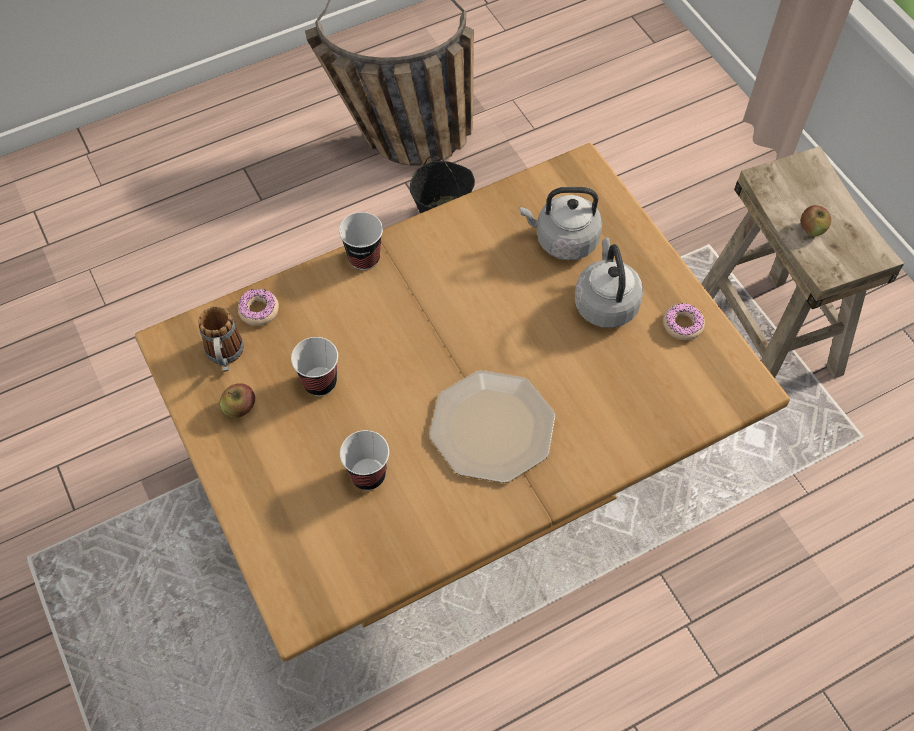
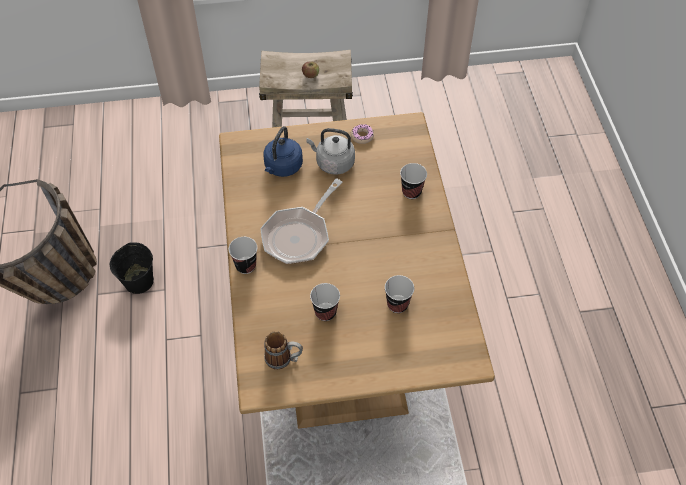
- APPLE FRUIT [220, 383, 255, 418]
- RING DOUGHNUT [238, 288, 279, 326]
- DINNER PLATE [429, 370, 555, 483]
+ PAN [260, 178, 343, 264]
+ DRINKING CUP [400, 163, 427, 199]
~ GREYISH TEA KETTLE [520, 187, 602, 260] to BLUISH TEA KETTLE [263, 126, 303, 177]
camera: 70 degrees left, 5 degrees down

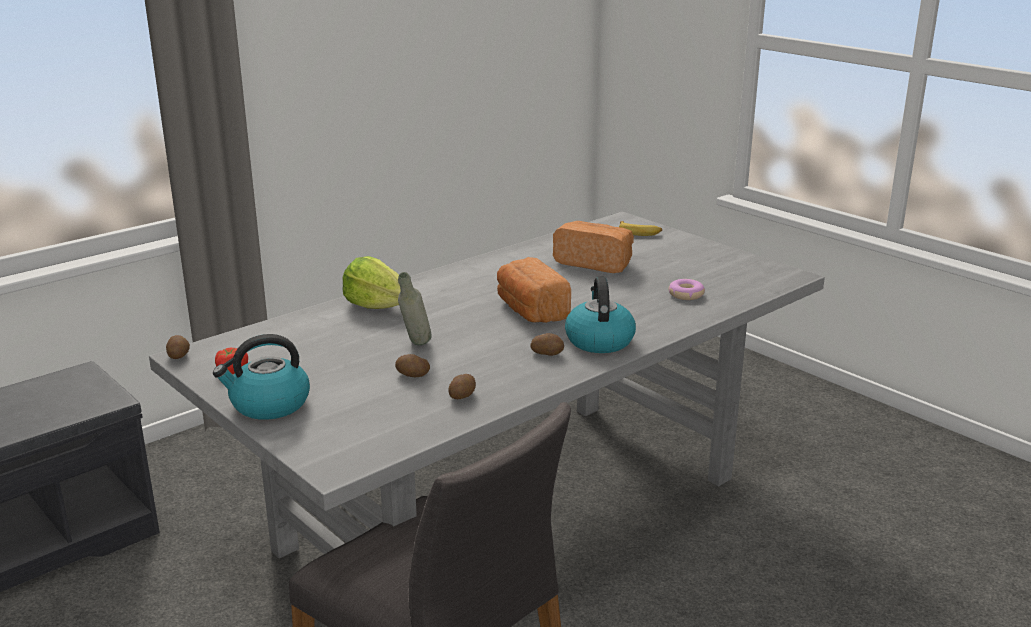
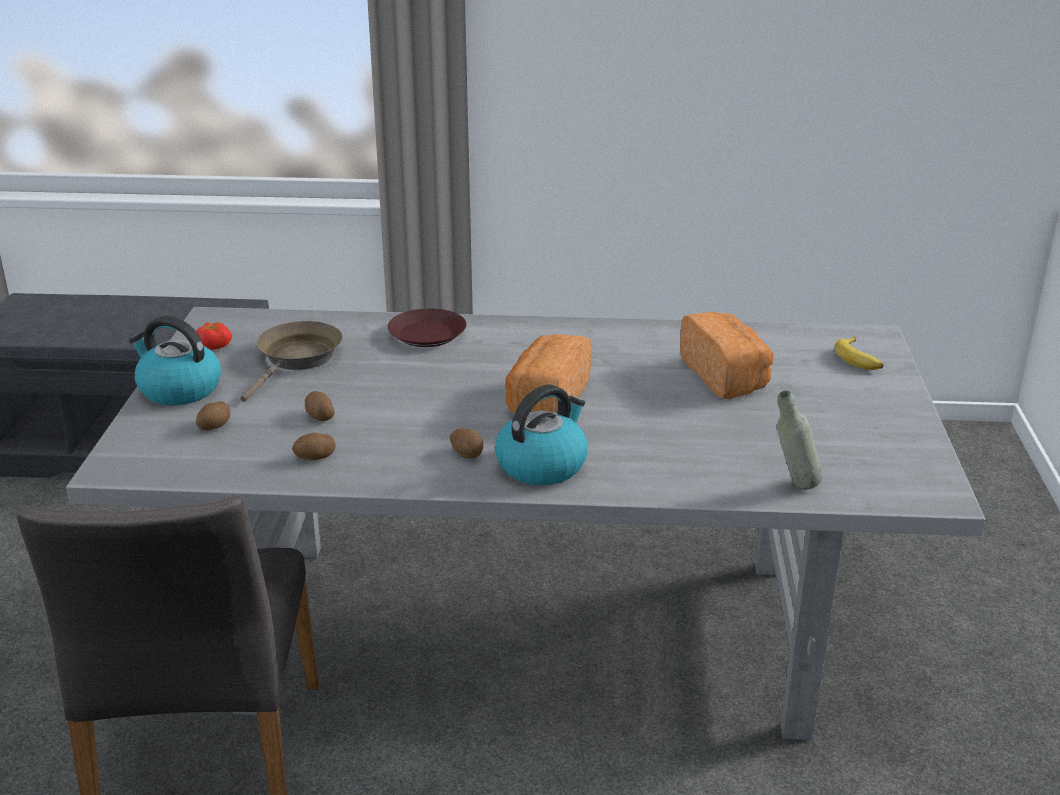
- RING DOUGHNUT [669, 279, 705, 300]
+ BROWN PAN [240, 321, 342, 402]
~ SPUD [166, 335, 190, 359] to [196, 401, 230, 430]
~ GREYISH DRINK BOTTLE [398, 272, 432, 345] to [777, 391, 822, 490]
~ HEAD OF LETTUCE [343, 256, 401, 309] to BROWN DINNER PLATE [388, 308, 466, 347]
camera: 45 degrees right, 5 degrees up

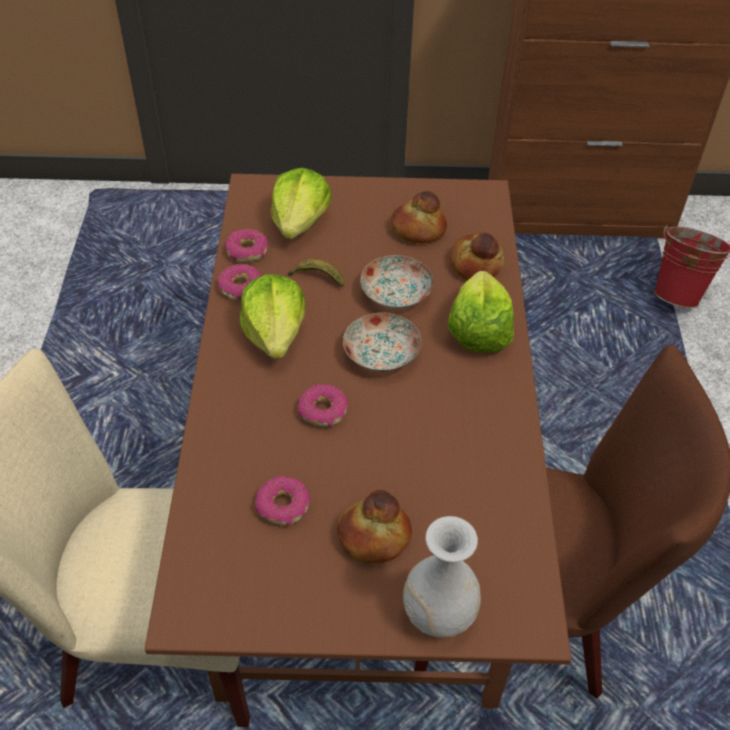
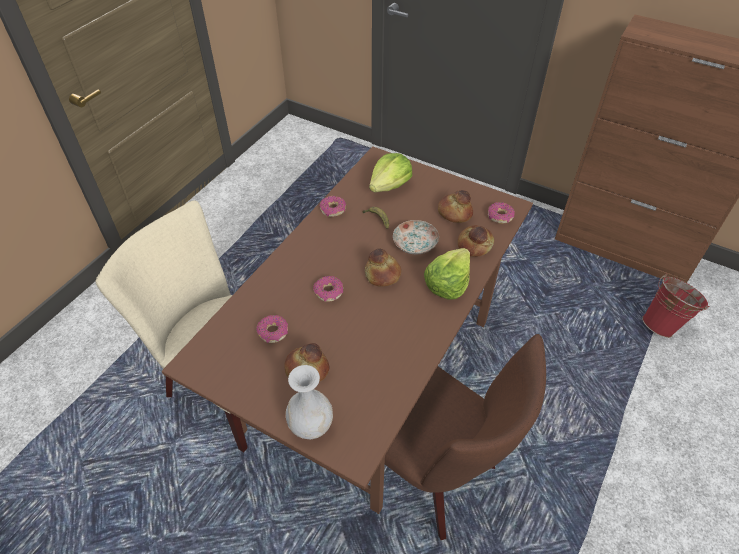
- HEAD OF LETTUCE [240, 274, 306, 359]
~ RING DOUGHNUT [225, 229, 269, 262] to [488, 202, 515, 224]
~ DINNER PLATE [343, 313, 421, 372] to BREAD [365, 249, 402, 287]
camera: 30 degrees right, 0 degrees up

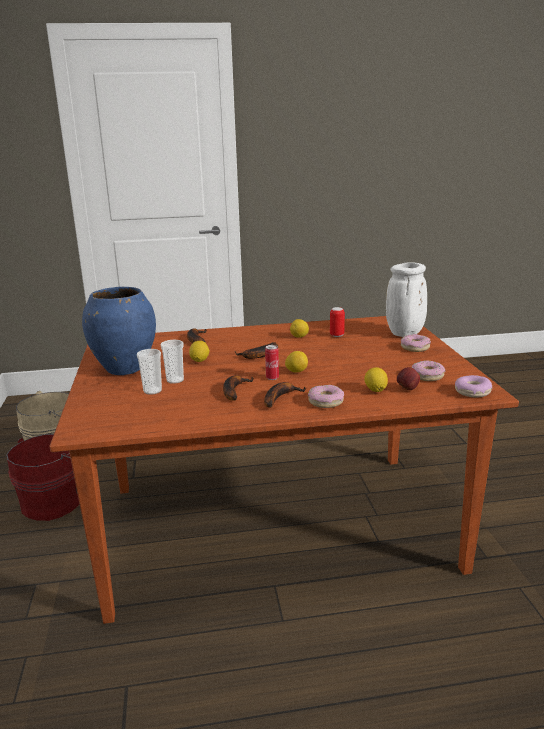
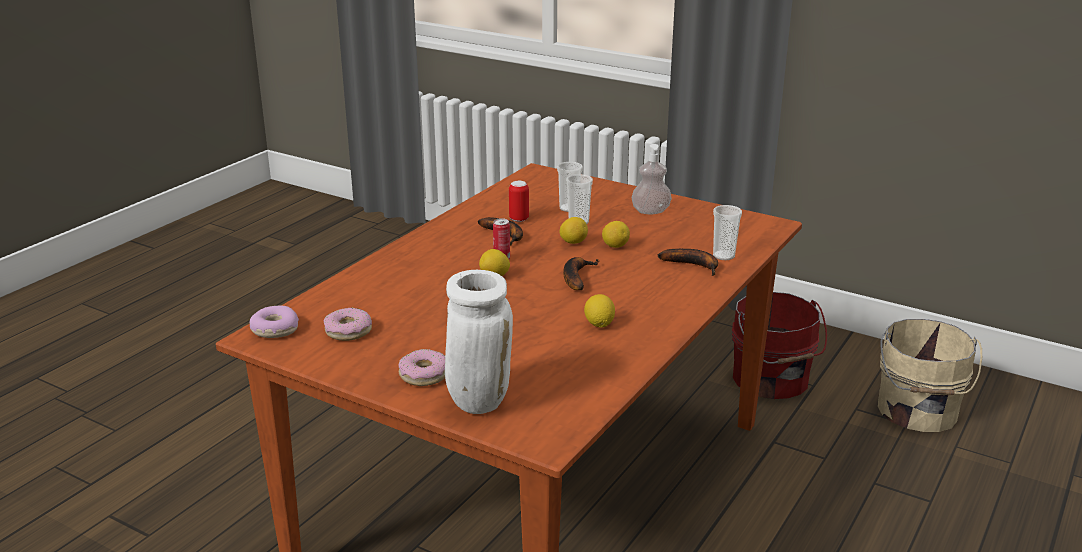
- WHOLE BANANA [264, 382, 306, 408]
- RING DOUGHNUT [308, 385, 344, 408]
- APPLE FRUIT [397, 367, 420, 390]
+ DRINKING CUP [713, 205, 742, 260]
~ SEALED CAN [330, 307, 345, 337] to [509, 181, 529, 222]
~ CITRUS FRUIT [364, 367, 388, 392] to [560, 217, 588, 244]
~ BLUISH DECORATIVE VASE [82, 287, 156, 375] to SOAP DISPENSER [632, 144, 672, 214]
camera: 130 degrees right, 5 degrees up

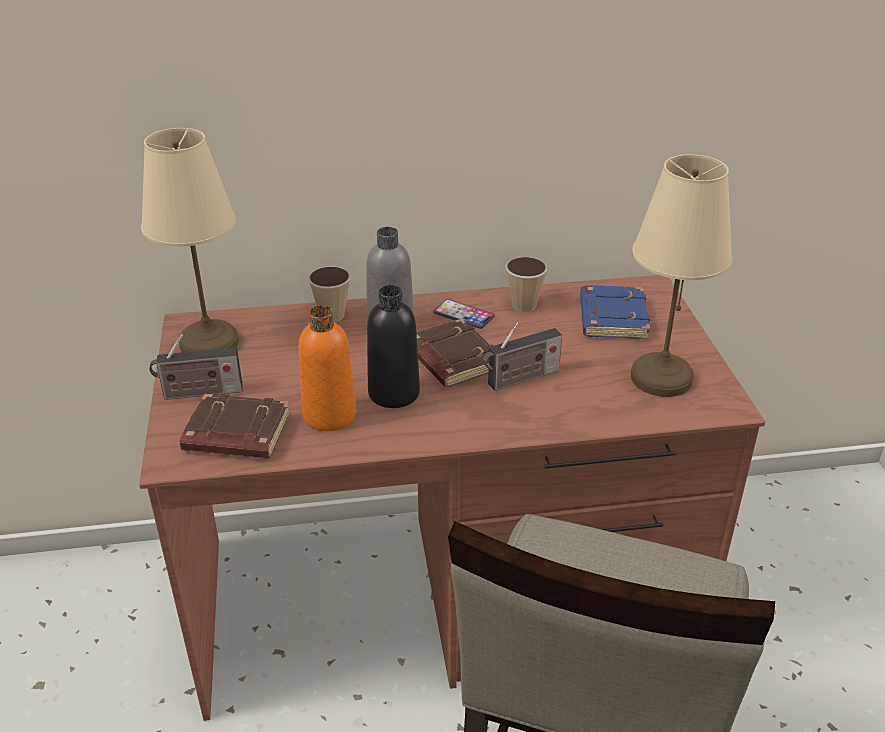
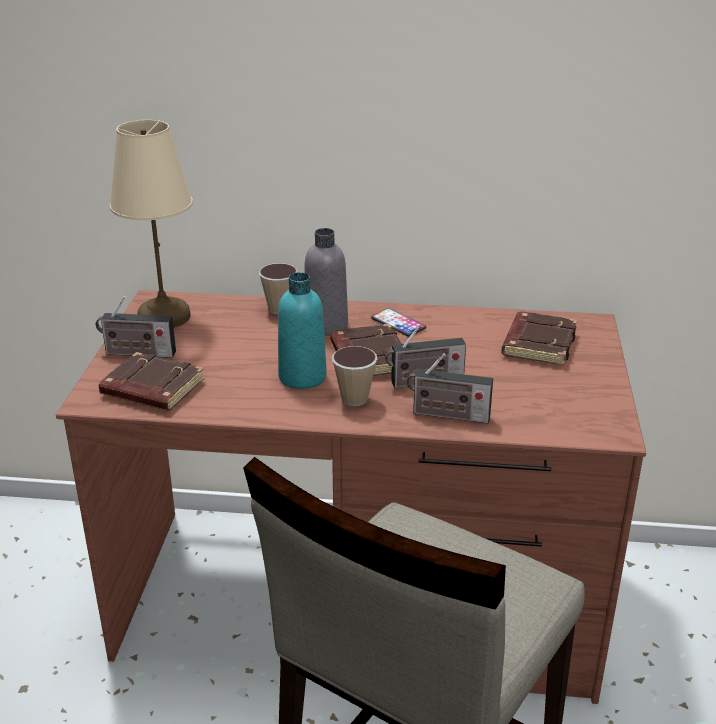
- ORANGE DRINK BOTTLE [298, 305, 356, 431]
- BEIGE TABLETOP LAMP [631, 154, 733, 397]
+ RADIO RECEIVER [407, 353, 493, 423]
~ DRINKING CUP [506, 257, 547, 312] to [332, 346, 377, 406]
~ BLACKISH DRINK BOTTLE [367, 285, 420, 408] to TURQUOISE DRINK BOTTLE [278, 272, 327, 389]
~ BLUISH BOOK [580, 285, 650, 339] to BROWN BOOK [501, 312, 577, 366]
camera: 15 degrees right, 5 degrees down

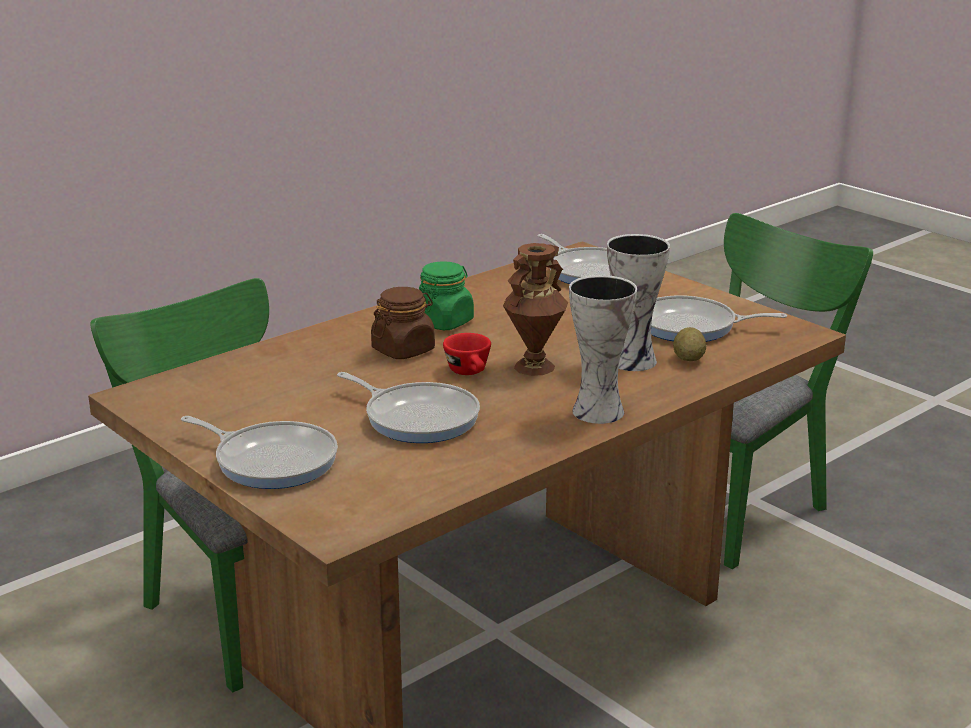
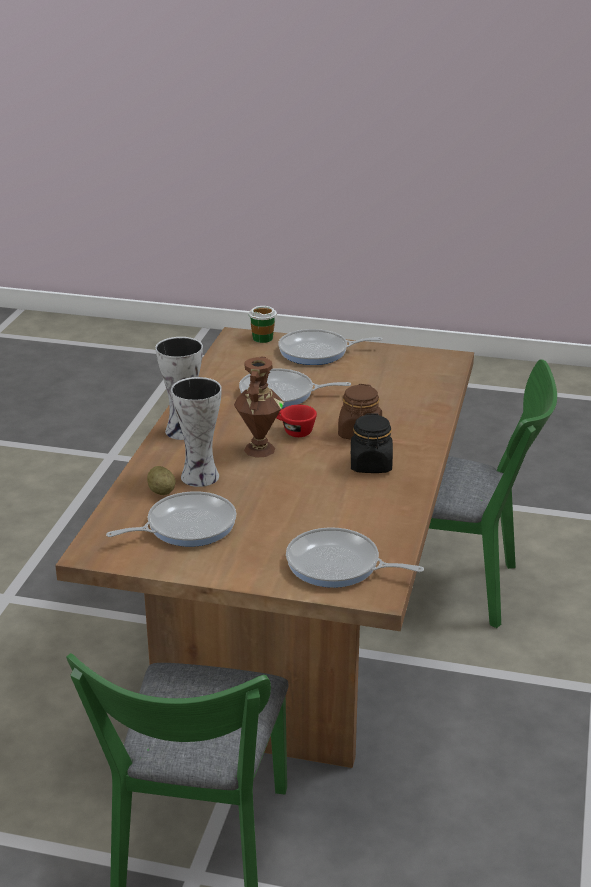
+ DRINKING CUP [249, 306, 277, 343]
~ GREENISH STORAGE JAR [419, 261, 474, 330] to BLACKISH STORAGE JAR [351, 413, 393, 473]
camera: 145 degrees right, 5 degrees up

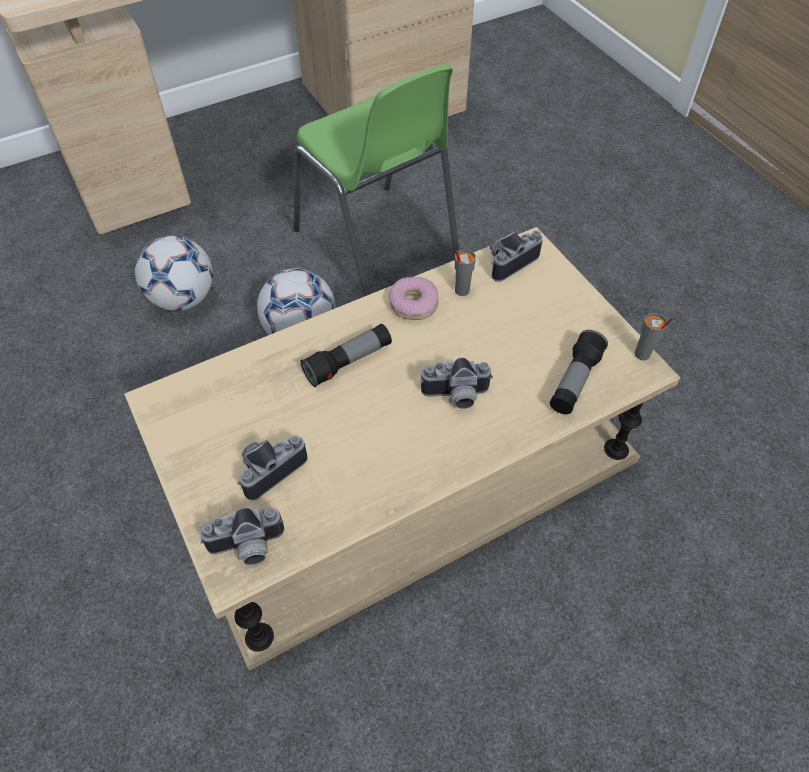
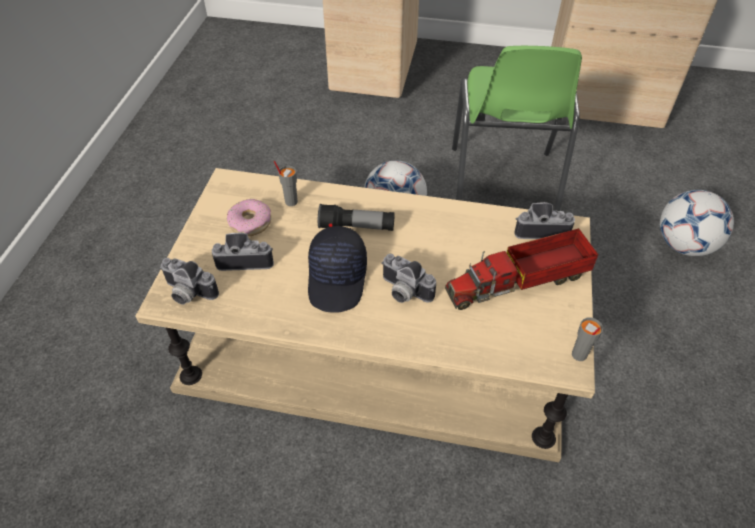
- FLASHLIGHT [550, 330, 608, 414]
+ BLACKISH CAP [308, 226, 367, 313]
+ TOY LORRY [445, 228, 598, 310]
~ FOOTBALL [135, 235, 213, 311] to [660, 190, 734, 256]
~ RING DOUGHNUT [389, 277, 438, 320] to [227, 199, 271, 236]
~ GREYISH DRINKING CUP [455, 249, 476, 296] to [274, 161, 298, 206]
camera: 40 degrees right, 5 degrees down

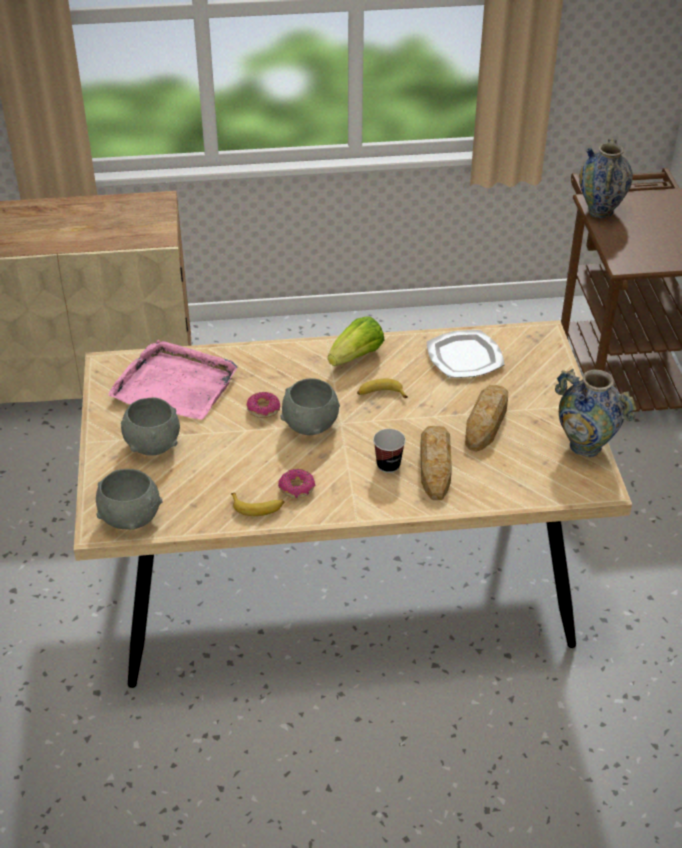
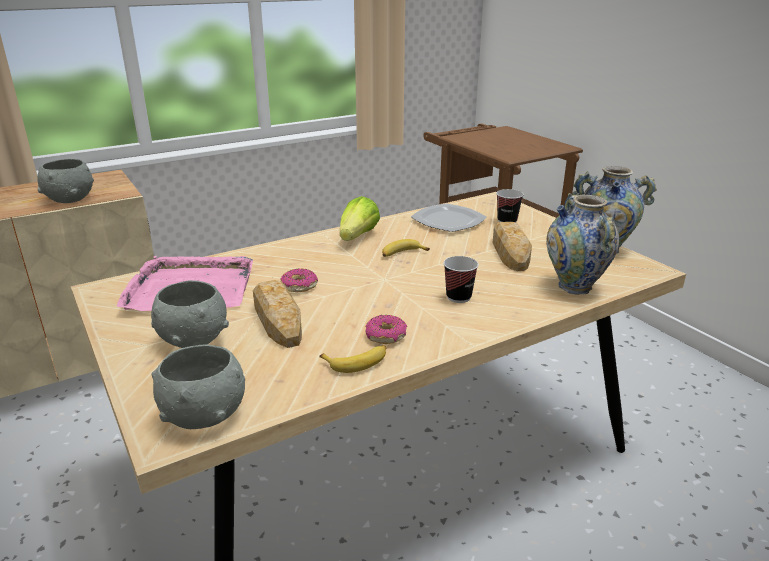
+ DRINKING CUP [496, 189, 524, 223]
~ GREYISH BOWL [280, 378, 340, 435] to [37, 159, 94, 203]
~ BREAD [420, 426, 452, 500] to [253, 280, 302, 348]
~ DECORATIVE VASE [579, 138, 633, 218] to [547, 193, 619, 295]
camera: 25 degrees left, 15 degrees down

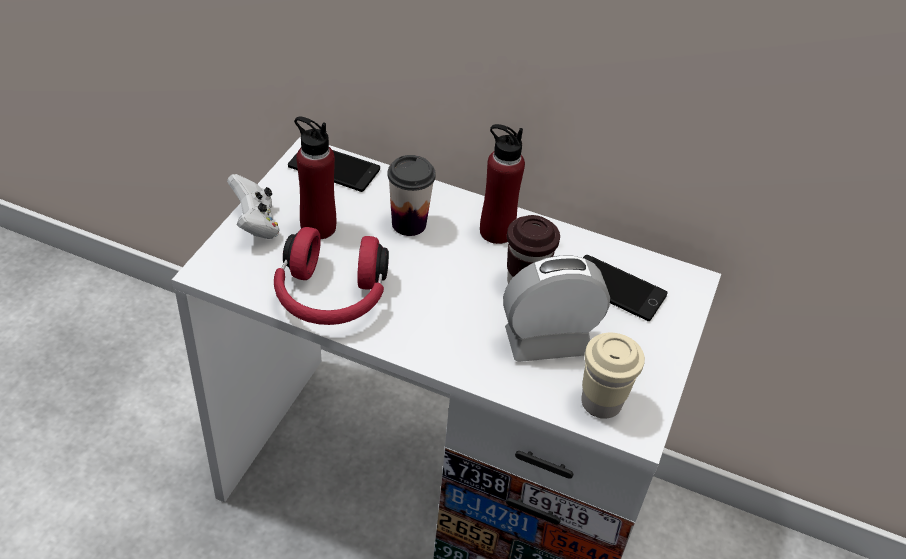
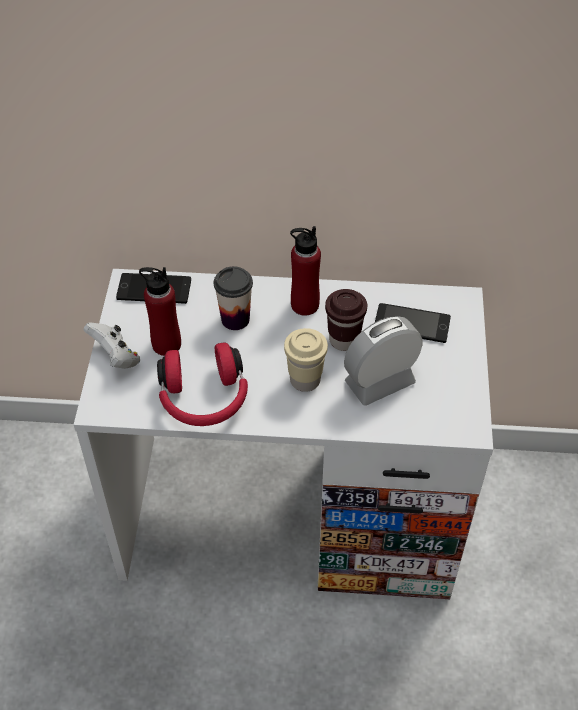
~ BEIGE DRINKING CUP [581, 333, 645, 419] to [284, 328, 328, 392]
camera: 15 degrees left, 5 degrees up

